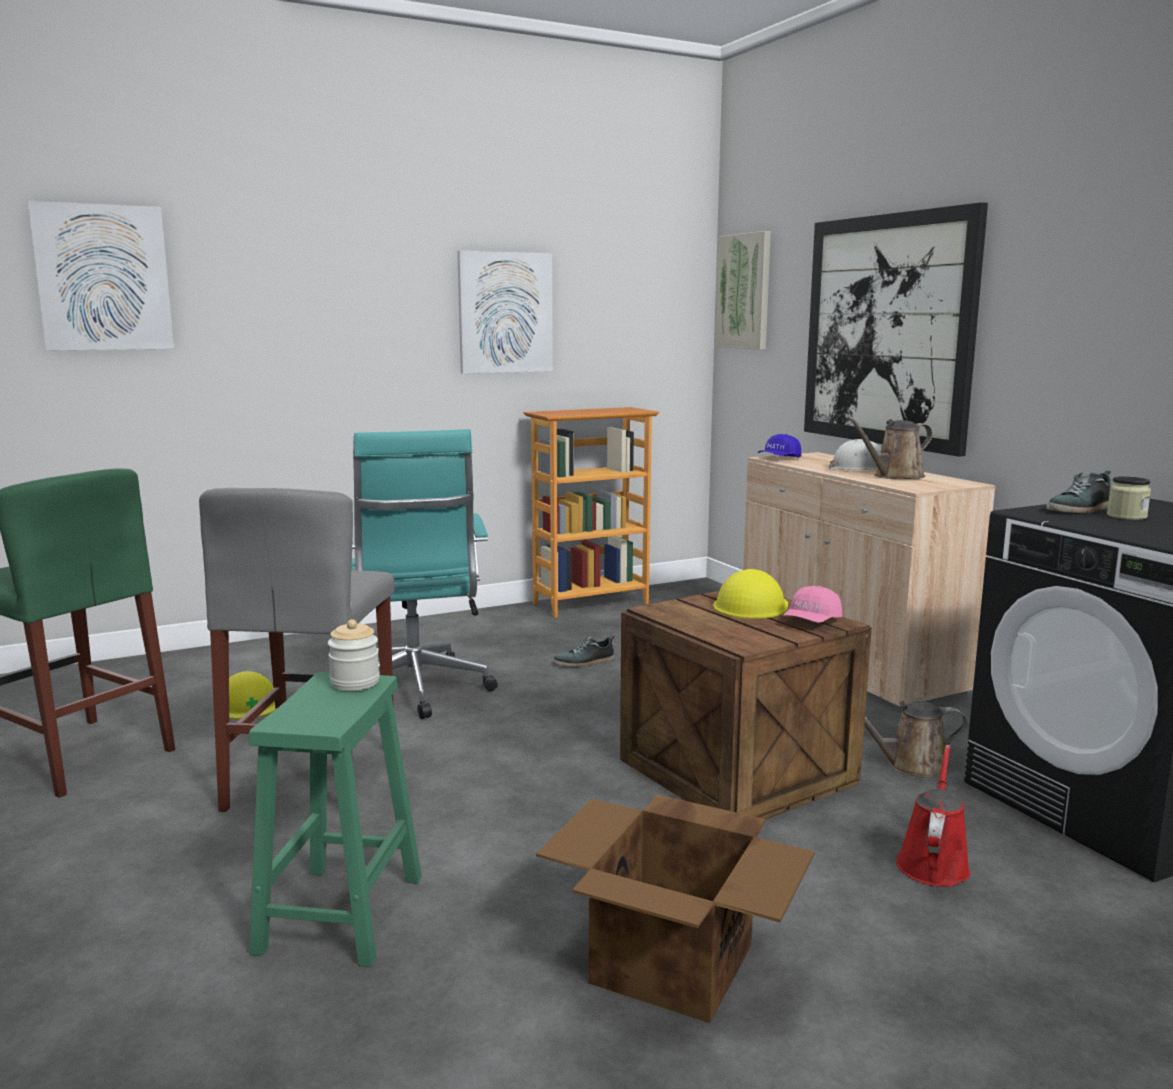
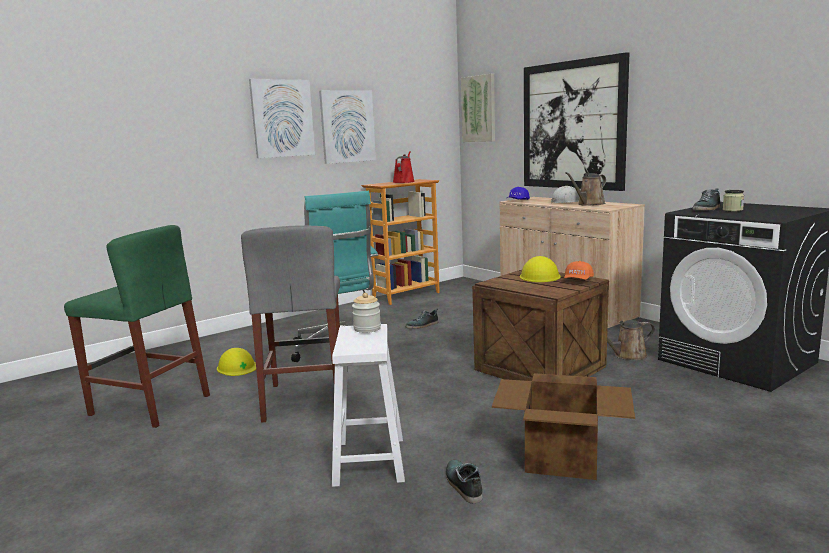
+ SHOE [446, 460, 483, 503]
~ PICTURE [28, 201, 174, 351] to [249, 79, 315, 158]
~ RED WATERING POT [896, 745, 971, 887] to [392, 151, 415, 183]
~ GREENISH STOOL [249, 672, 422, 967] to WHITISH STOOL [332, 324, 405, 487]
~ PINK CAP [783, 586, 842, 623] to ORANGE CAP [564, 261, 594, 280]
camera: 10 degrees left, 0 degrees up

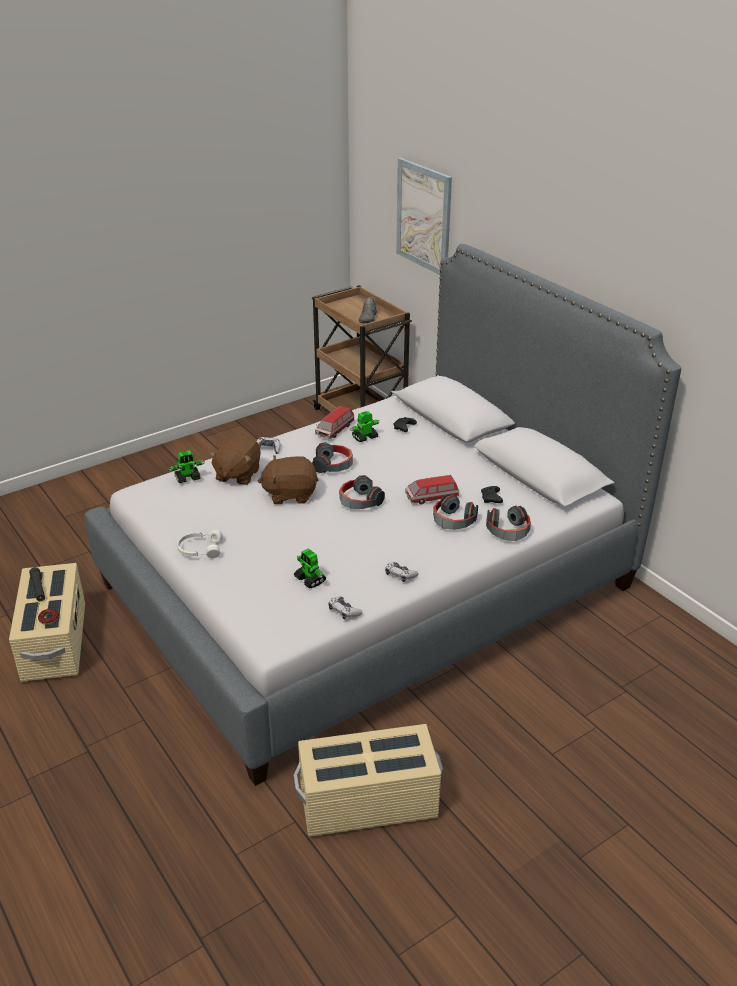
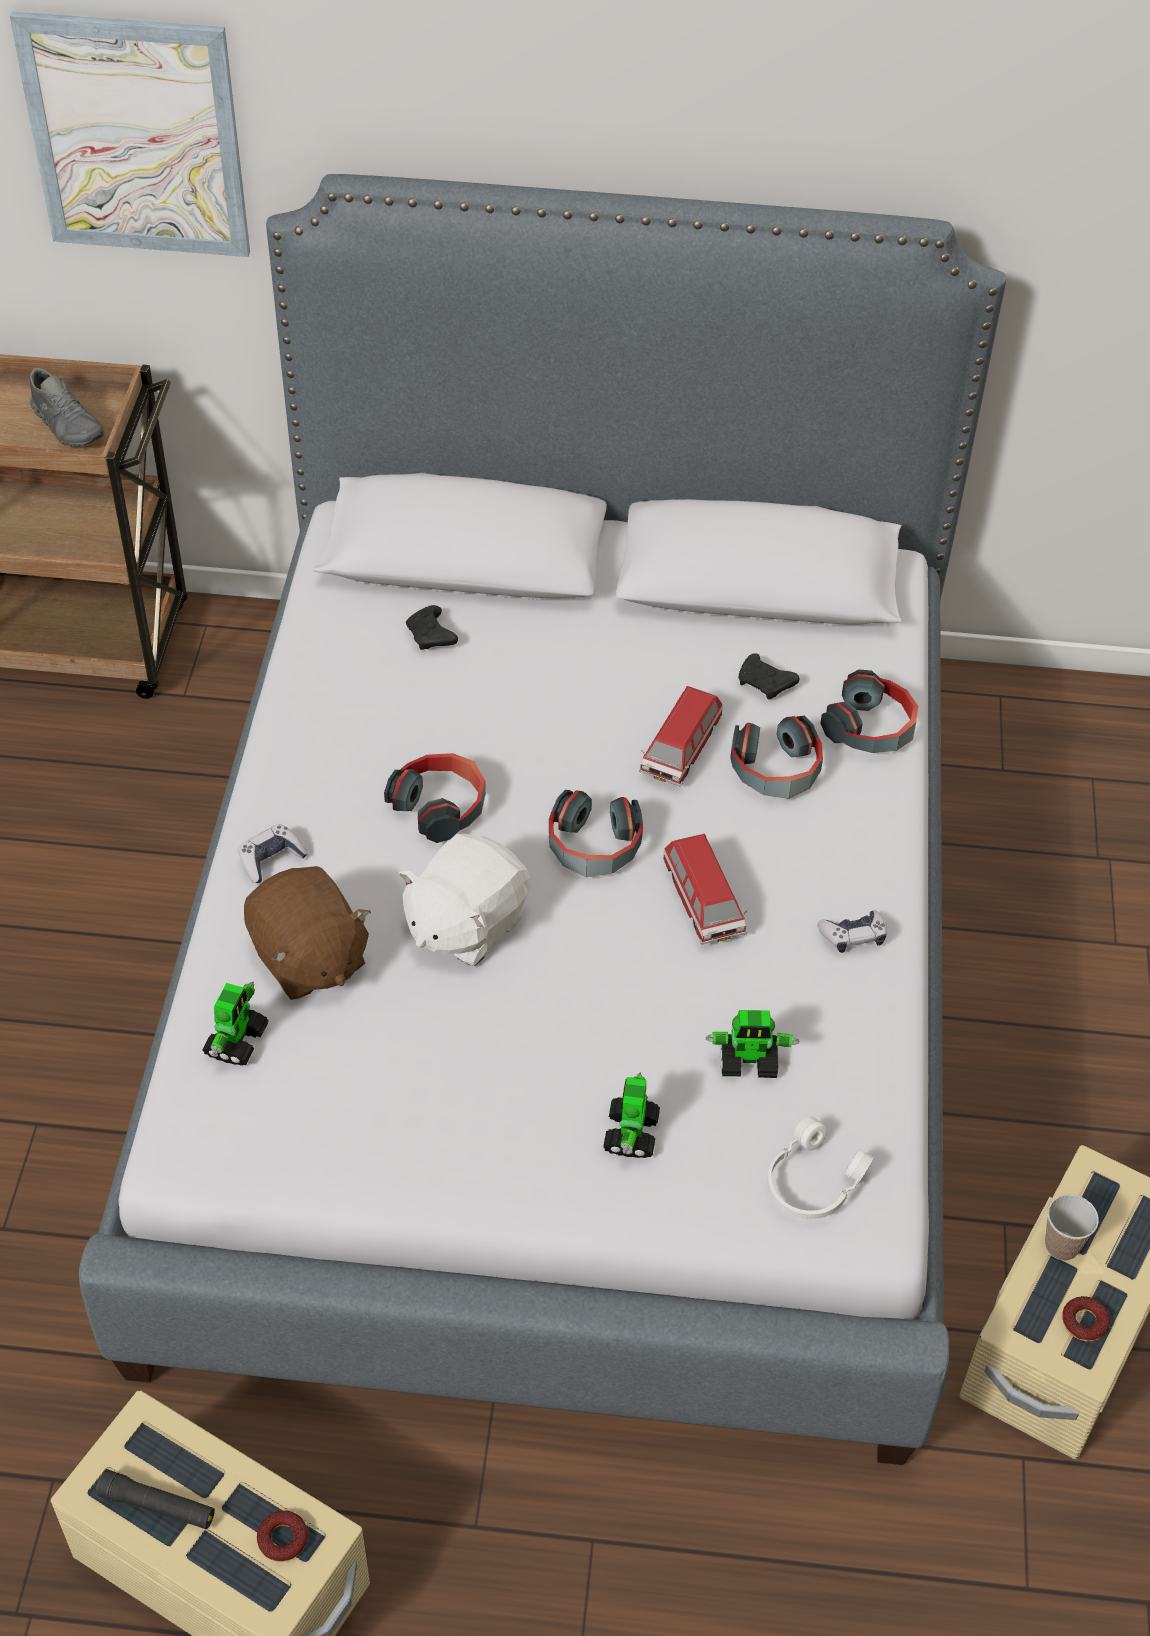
- GAMEPAD [328, 597, 363, 619]
+ DRINKING CUP [1045, 1194, 1099, 1261]
+ RING DOUGHNUT [1062, 1296, 1110, 1341]
~ WHITISH HEADSET [177, 529, 223, 558] to [767, 1116, 874, 1219]
~ MINIATURE CAR [315, 406, 354, 439] to [663, 834, 747, 945]
~ MODEL ROBOT [350, 411, 380, 442] to [603, 1073, 660, 1158]
~ BROWN PLUSH TOY [258, 455, 318, 504] to WHITISH PLUSH TOY [399, 833, 531, 966]
camera: 50 degrees left, 15 degrees up

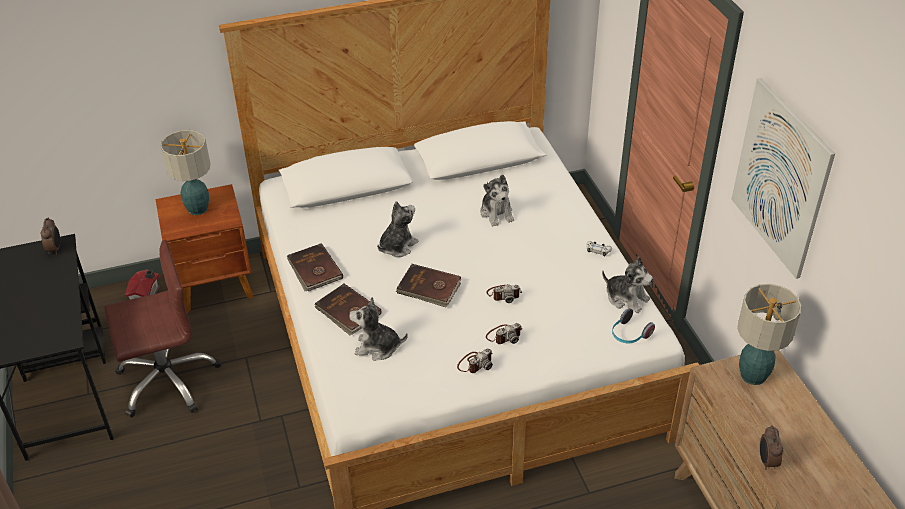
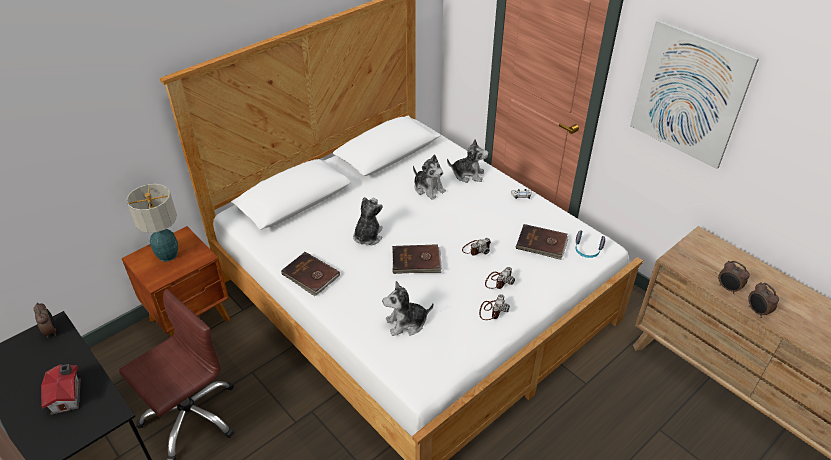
- TABLETOP LAMP [737, 284, 802, 385]
+ BEDSIDE CLOCK [718, 261, 750, 294]
~ TOY HOUSE [125, 269, 160, 299] to [41, 364, 81, 415]
~ BROWN BOOK [314, 284, 381, 335] to [515, 224, 568, 260]
~ PLUSH TOY [602, 257, 653, 313] to [447, 139, 488, 183]
camera: 25 degrees left, 0 degrees up

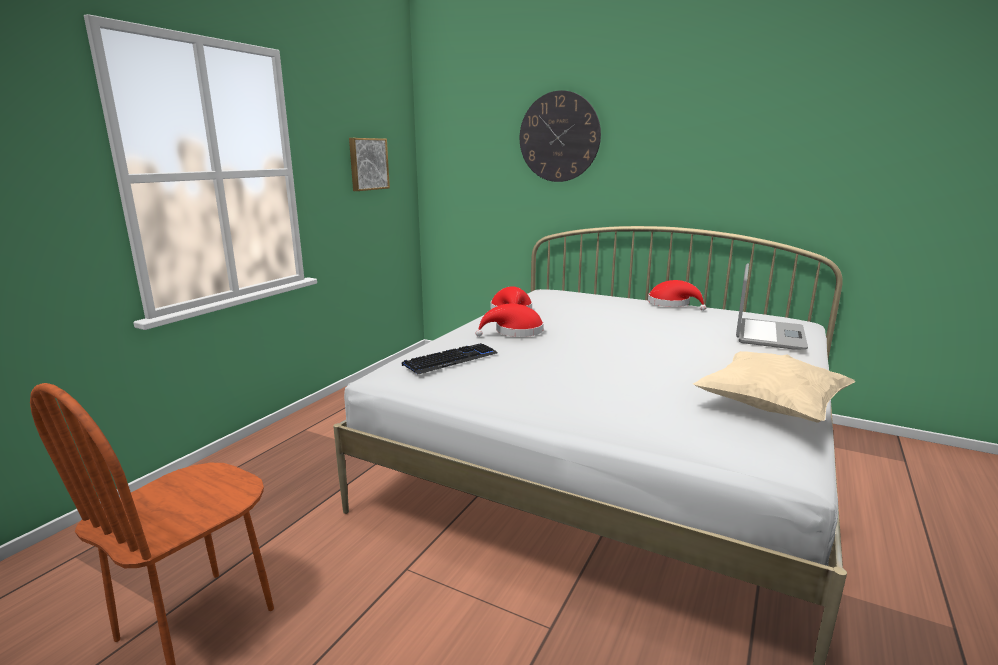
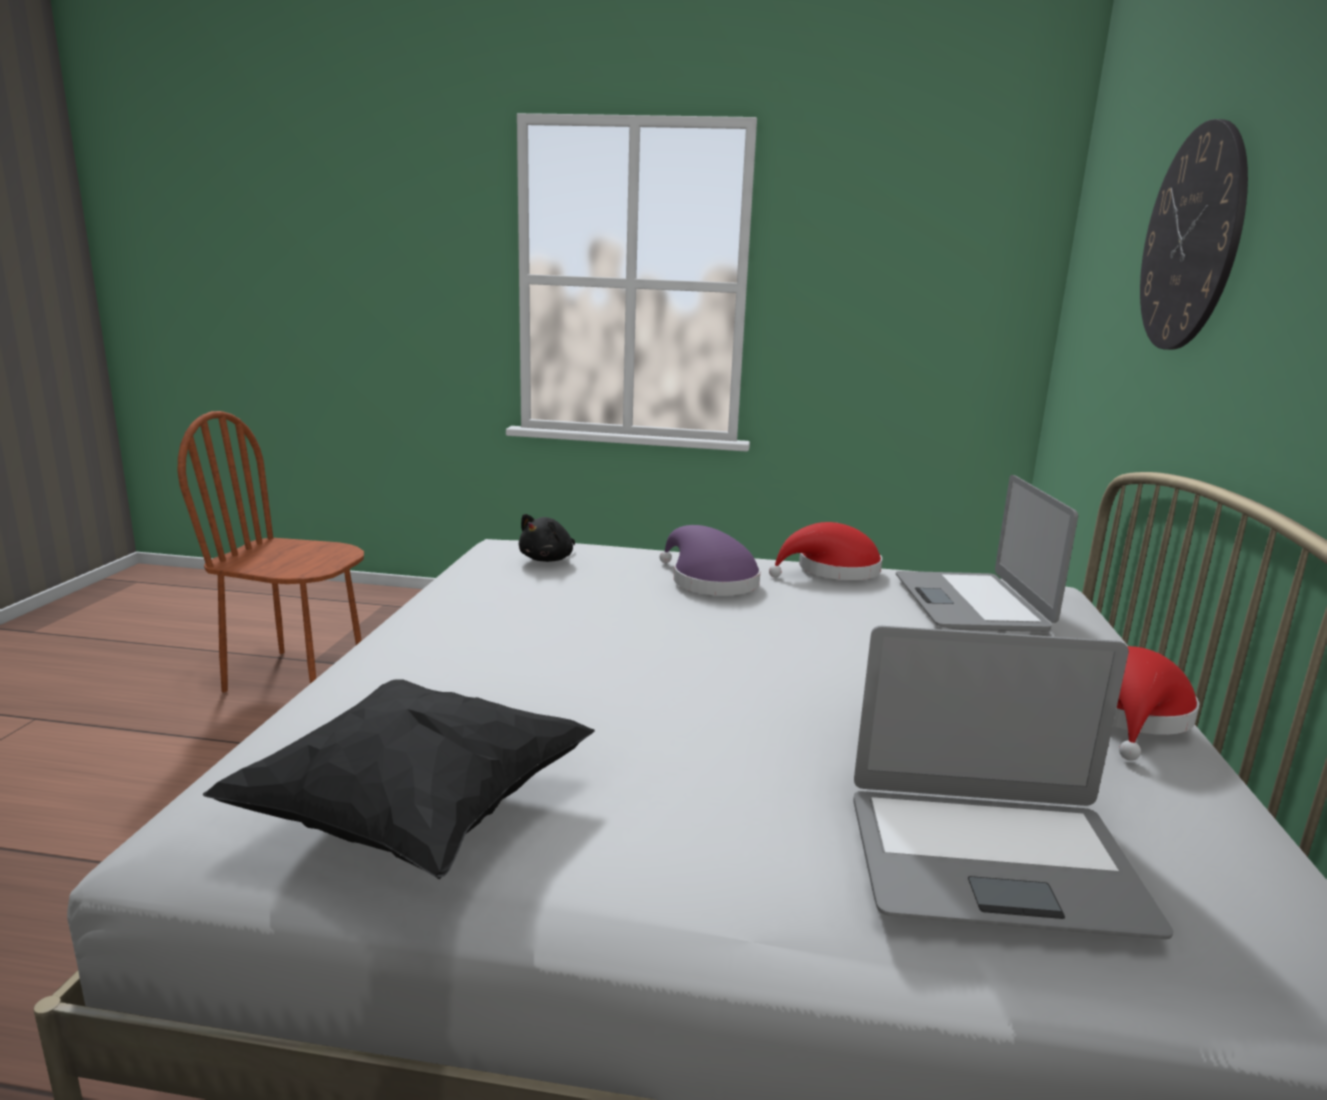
- PICTURE [349, 138, 390, 191]
+ NOTEBOOK COMPUTER [896, 475, 1078, 632]
~ PC KEYBOARD [402, 343, 497, 375] to BLACKISH PLUSH TOY [519, 514, 575, 562]
~ RED HAT [475, 304, 544, 337] to PURPLE-COLOURED HAT [659, 525, 761, 596]
~ BEIGE THROW PILLOW [693, 351, 855, 423] to BLACKISH THROW PILLOW [203, 679, 595, 879]
camera: 70 degrees right, 0 degrees up

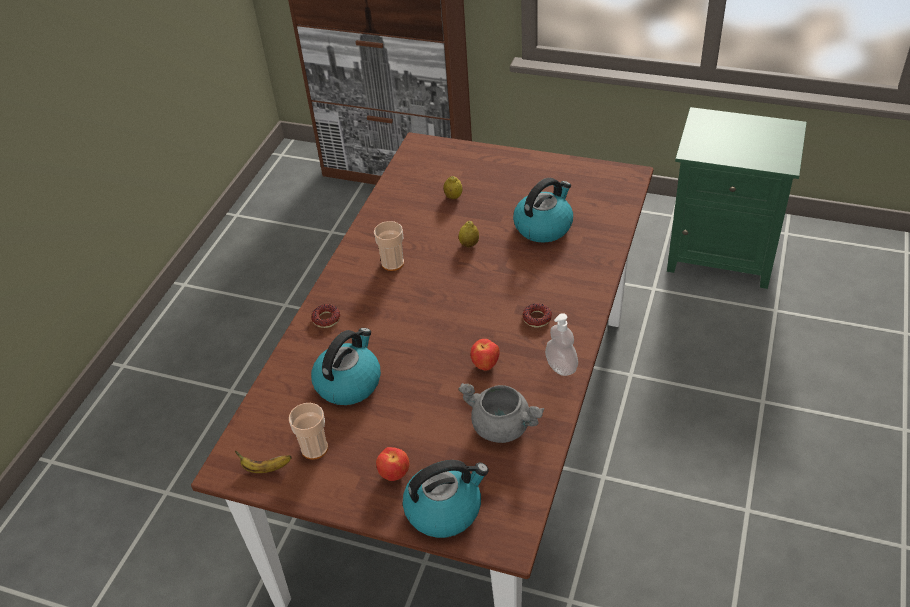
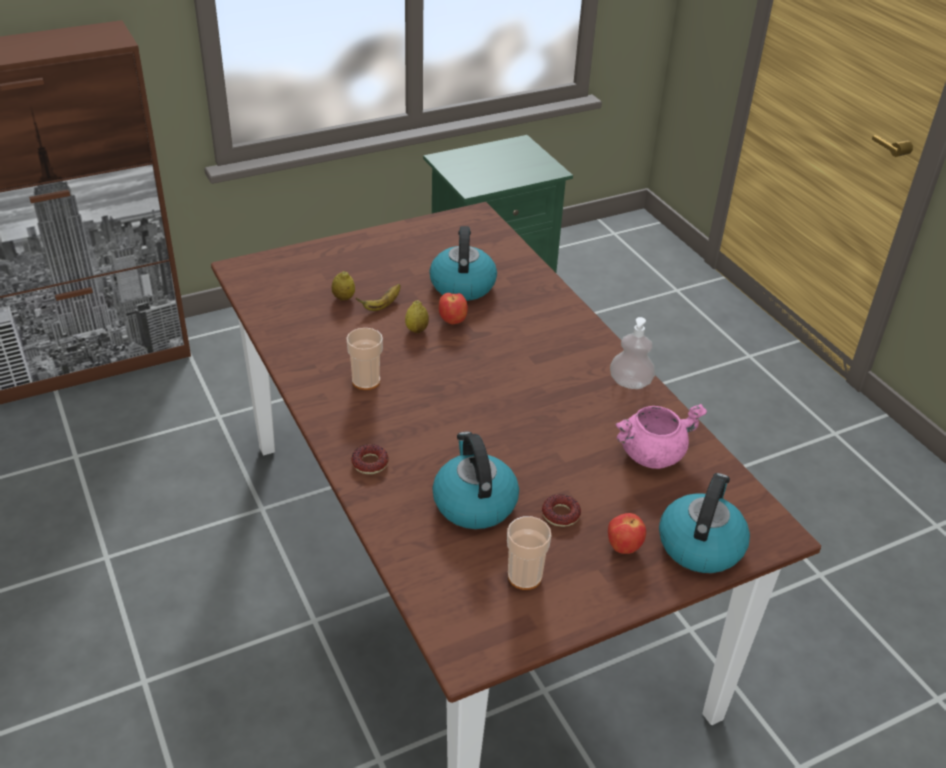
~ WHOLE BANANA [235, 451, 292, 473] to [356, 284, 401, 311]
~ APPLE FRUIT [470, 339, 500, 370] to [439, 293, 468, 324]
~ RING DOUGHNUT [522, 303, 552, 328] to [542, 494, 581, 527]
~ GREYISH SAUCEPOT [458, 383, 544, 443] to PINK SAUCEPOT [616, 404, 707, 469]
camera: 50 degrees left, 5 degrees down

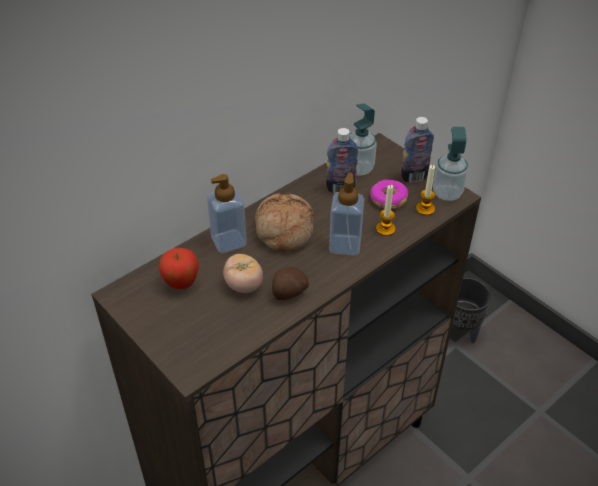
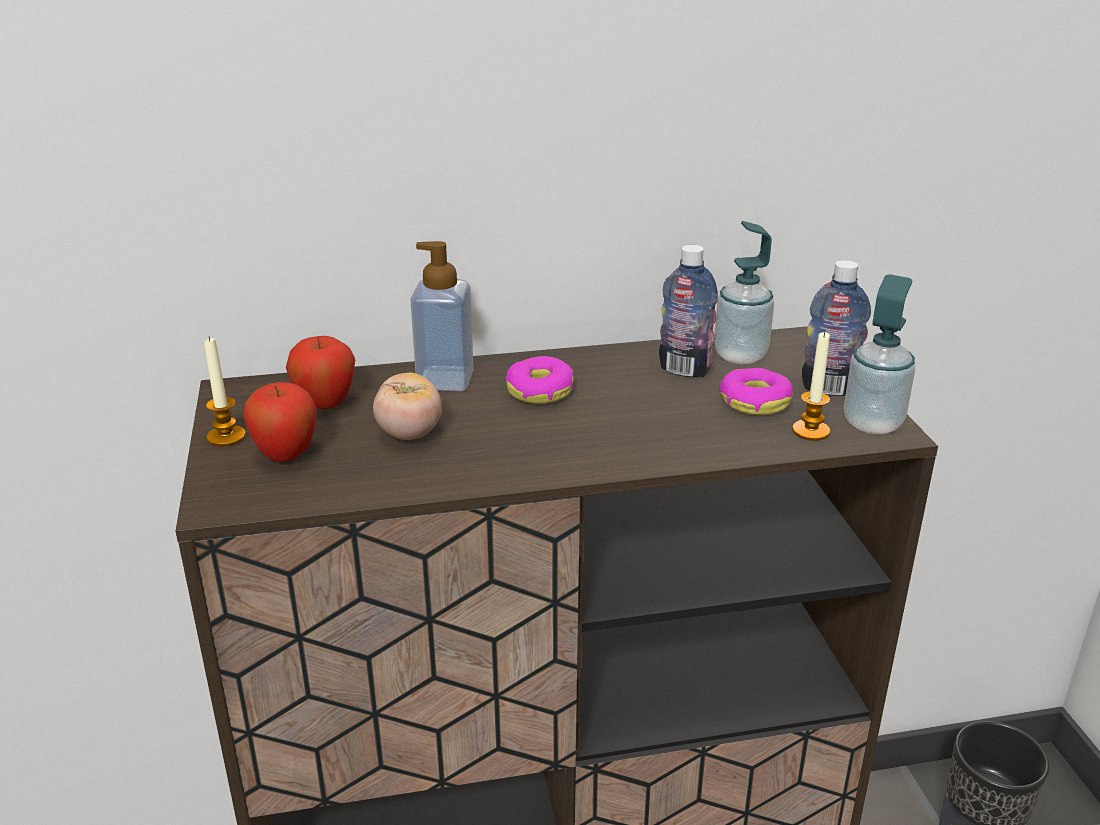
- SPUD [272, 267, 309, 300]
- SOAP DISPENSER [329, 172, 364, 256]
+ APPLE FRUIT [243, 382, 317, 463]
~ WAX LIGHT [376, 185, 396, 236] to [204, 337, 246, 447]
~ BREAD [255, 193, 313, 252] to RING DOUGHNUT [505, 356, 574, 404]
camera: 30 degrees right, 15 degrees down

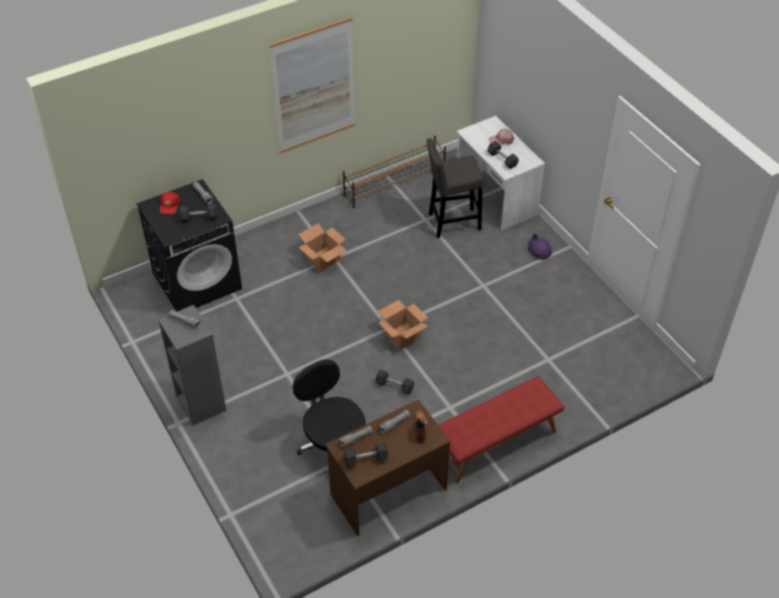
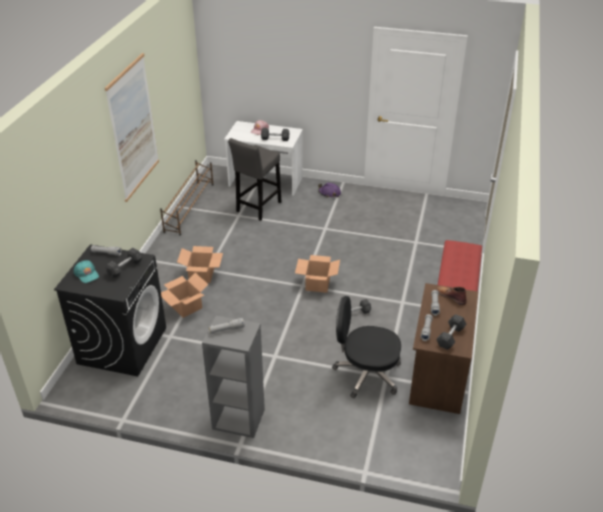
+ CARTON [161, 273, 209, 318]
~ RED CAP [160, 192, 181, 214] to TURQUOISE CAP [74, 260, 99, 283]
camera: 45 degrees left, 10 degrees down

